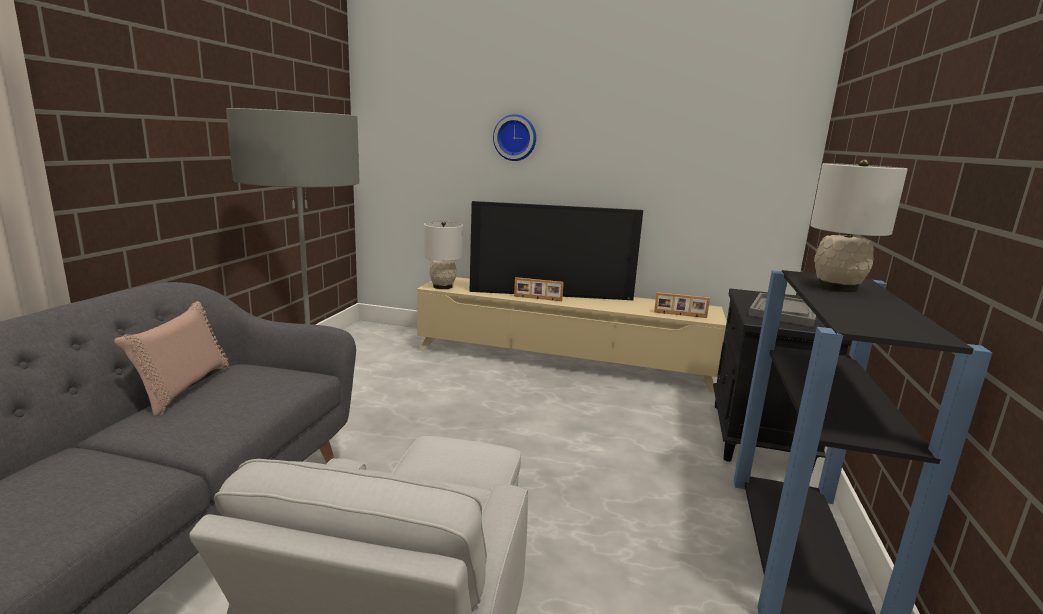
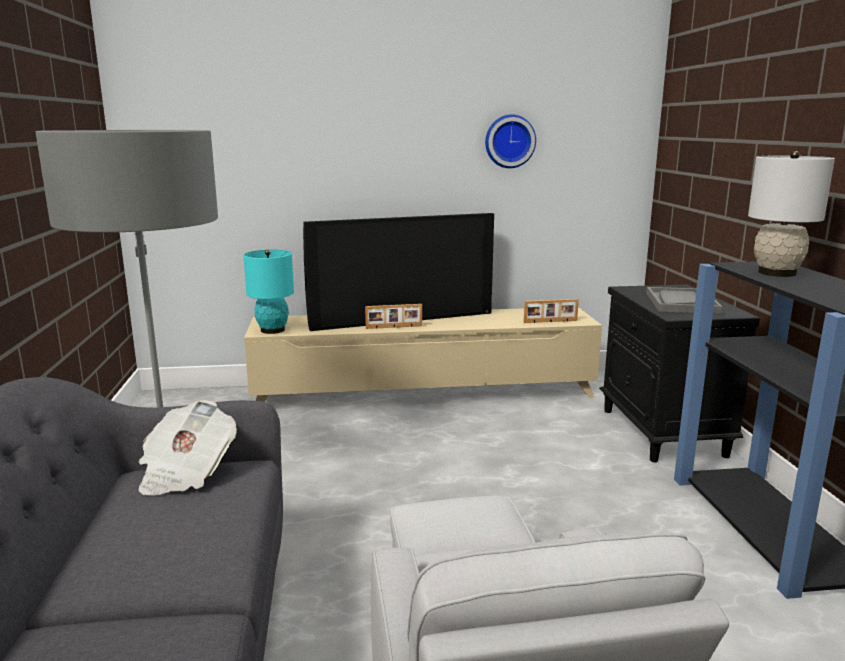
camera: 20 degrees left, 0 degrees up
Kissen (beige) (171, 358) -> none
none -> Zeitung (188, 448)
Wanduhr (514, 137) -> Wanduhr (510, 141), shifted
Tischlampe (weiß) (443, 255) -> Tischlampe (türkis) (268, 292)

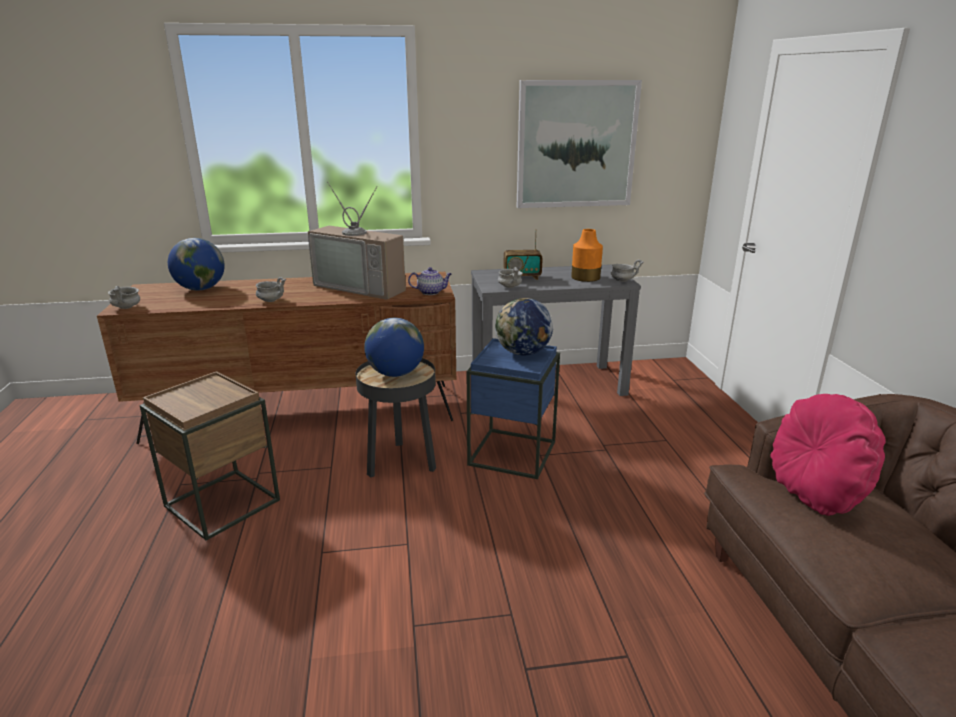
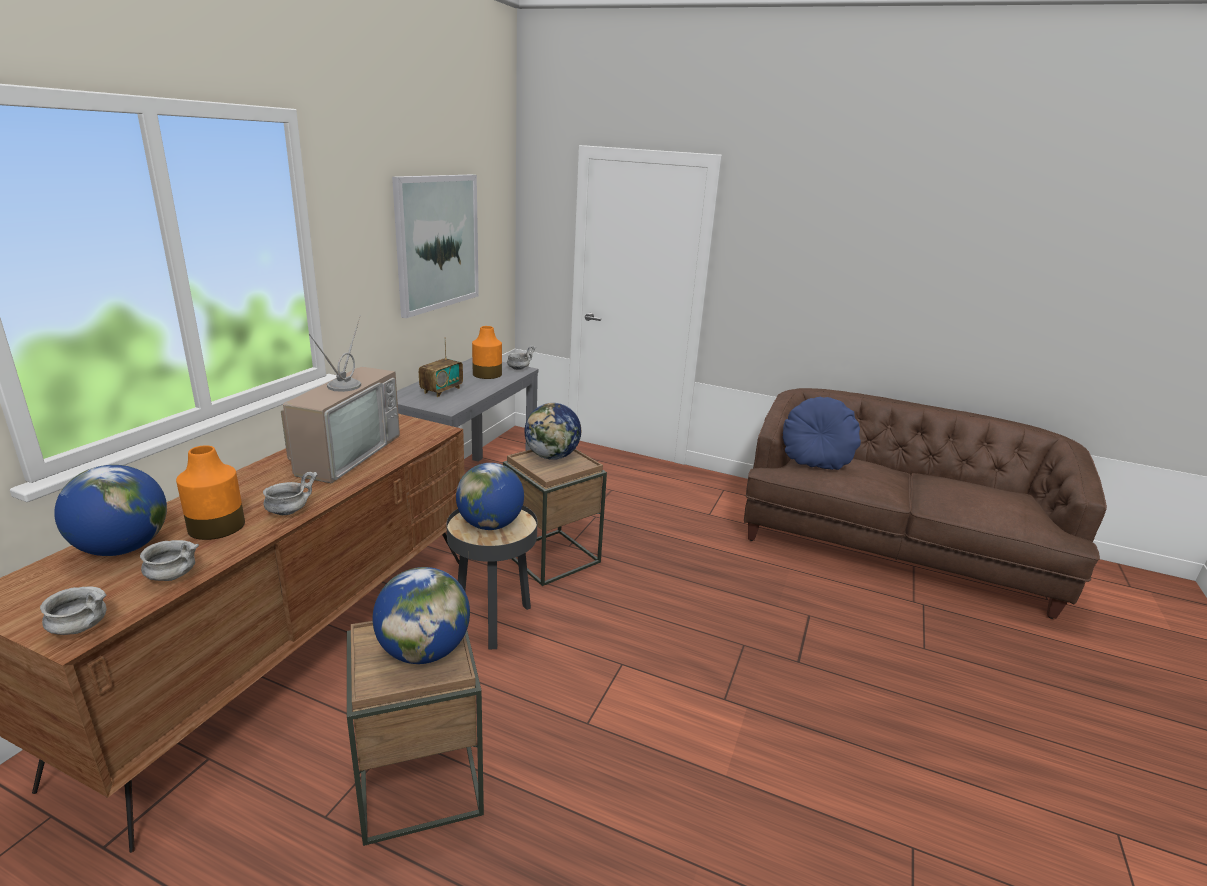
camera: 60 degrees left, 0 degrees up
Teekanne (430, 281) -> none
none -> Vase (orange) (210, 492)
none -> Globus (421, 615)
Schüssel (grau) (510, 277) -> Schüssel (grau) (169, 560), shifted
Beistelltisch (blau) (513, 408) -> Beistelltisch (braun) (555, 517)
Kissen (rosa) (828, 455) -> Kissen (blau) (822, 433)
Fernseher (357, 240) -> Fernseher (340, 399), 45 degrees counterclockwise

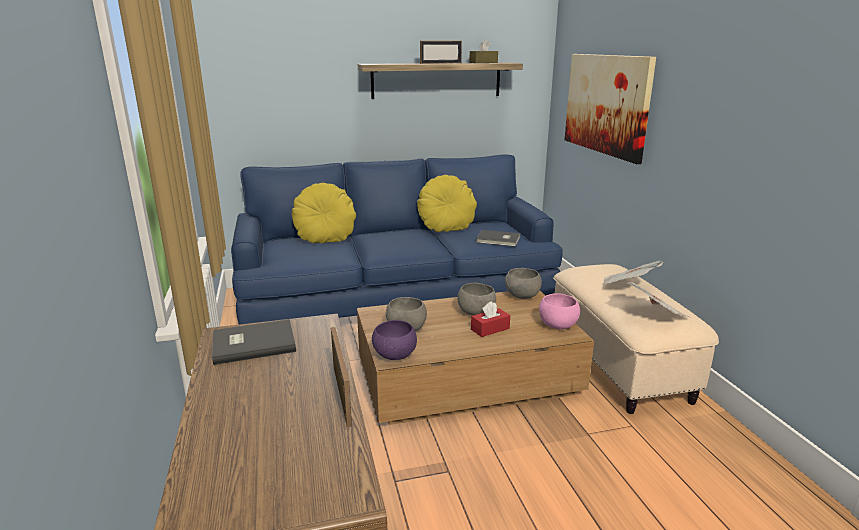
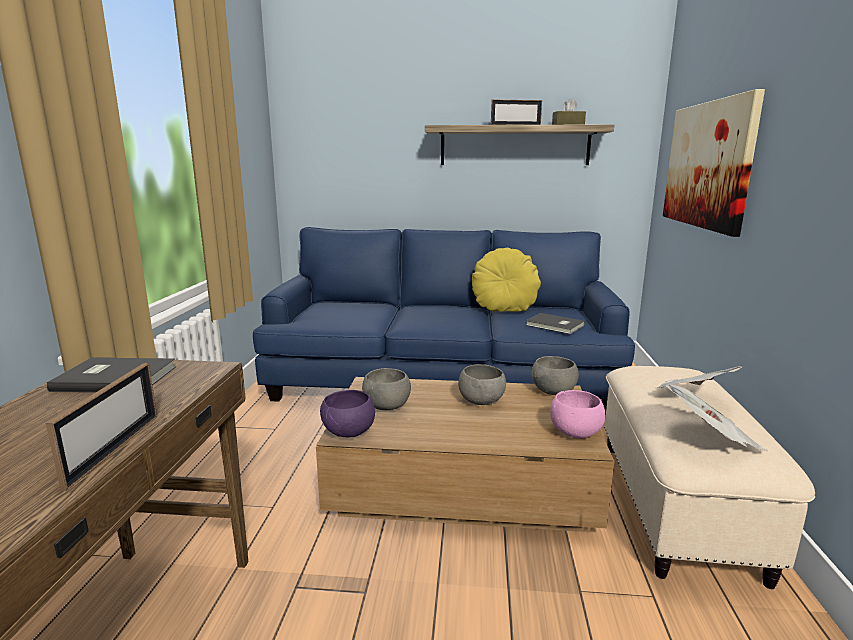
camera: 20 degrees right, 5 degrees down
Kissen (gelb) (324, 213) -> none
Taschentuchbox (rot) (490, 319) -> none

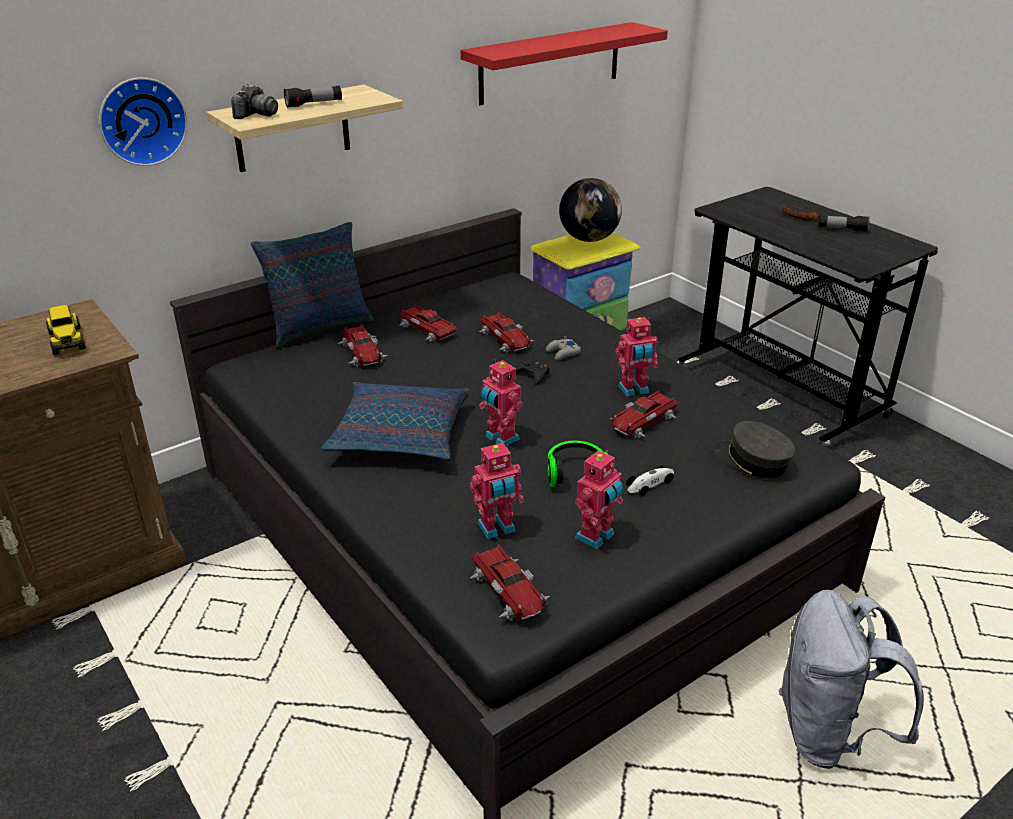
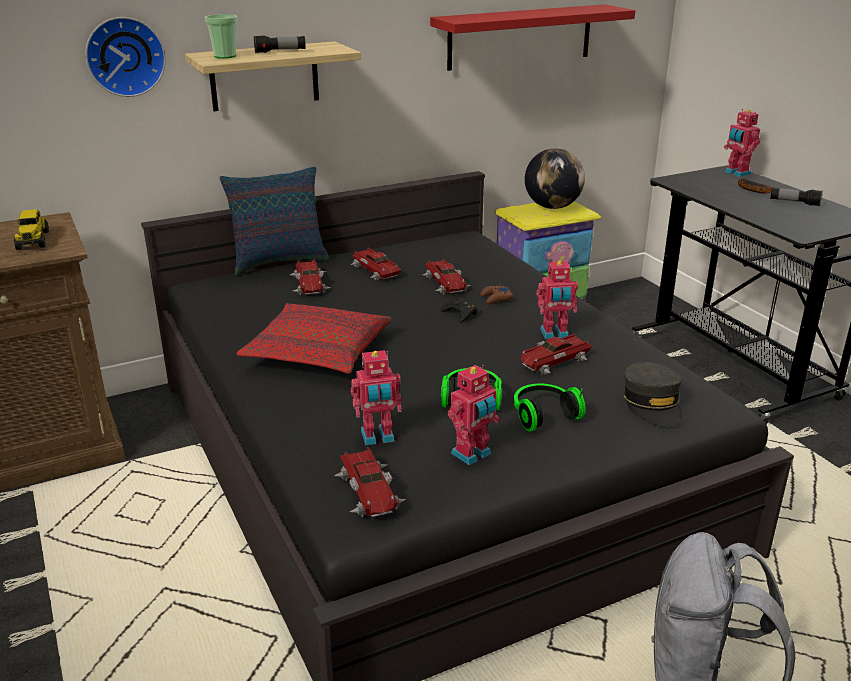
camera: 10 degrees right, 5 degrees down
Spielzeugroboter (501, 402) -> Spielzeugroboter (742, 143), shifted
Kamera (254, 101) -> Tasse (221, 36)
Spielzeugauto (650, 480) -> Kopfhörer (550, 408)
Kissen (blau) (395, 421) -> Kissen (rot) (313, 338)
Gamepad (grau) (563, 348) -> Gamepad (braun) (496, 293)
Kappe (grau) (754, 450) -> Kappe (grau) (653, 394), 150 degrees counterclockwise

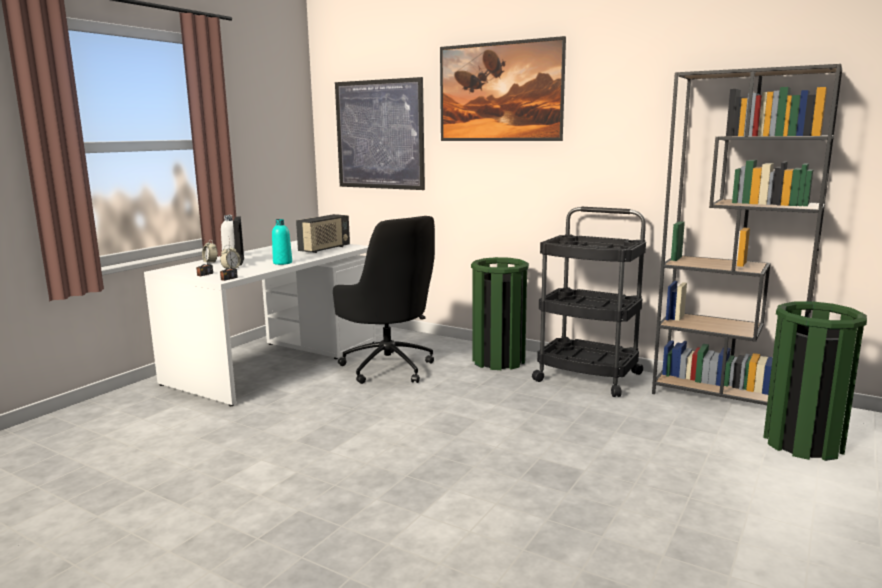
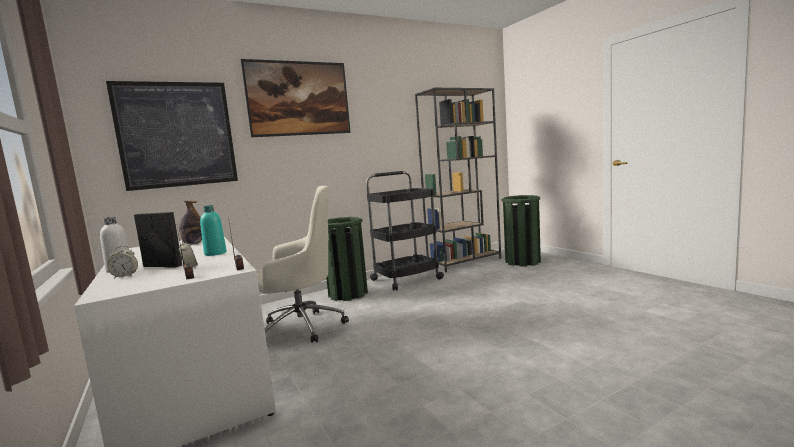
camera: 60 degrees left, 5 degrees down
Radio (323, 233) -> Flasche (190, 222)
Bürostuhl (schwarz) (384, 300) -> Bürostuhl (beige) (303, 264)

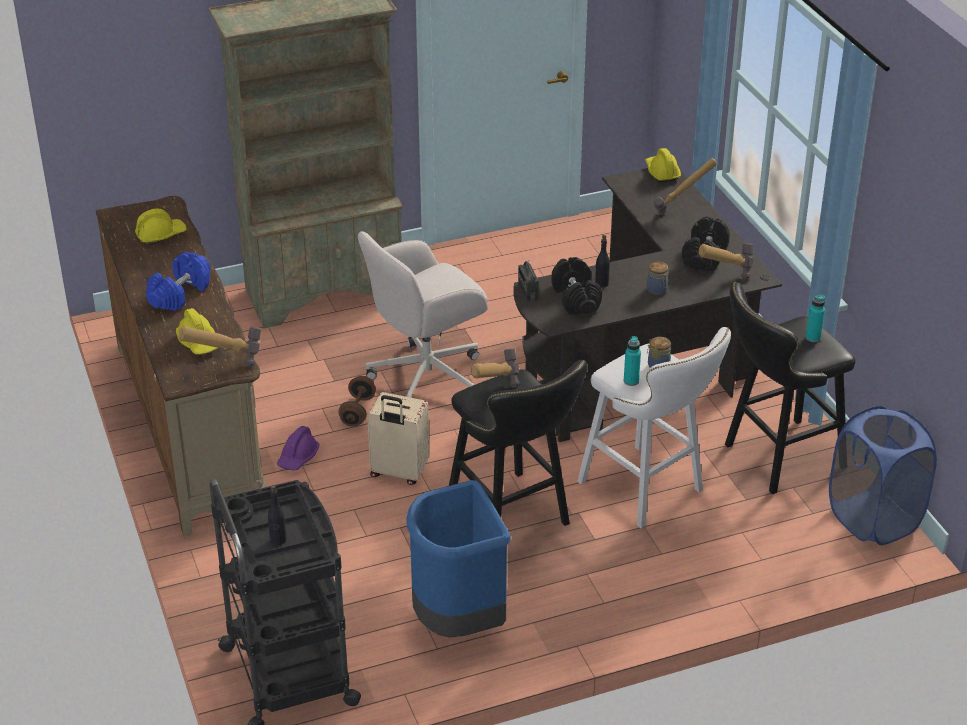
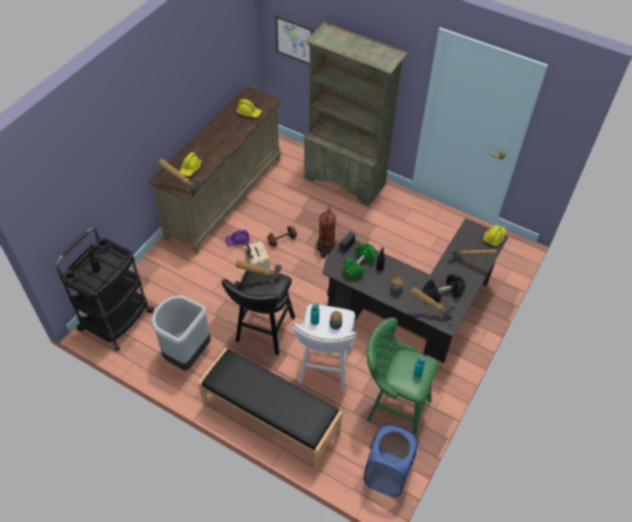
camera: 50 degrees right, 15 degrees up
Hantel (blau) (178, 281) -> none
none -> Bank (schwarz) (270, 410)
none -> Bild (294, 39)
Bürostuhl (weiß) (423, 314) -> Feuerlöscher (326, 232)
Mülleimer (blau) (458, 559) -> Mülleimer (grau) (181, 333)
Hantel (schwarz) (577, 286) -> Hantel (grün) (359, 260)
Hocker (schwarz) (790, 388) -> Hocker (grün) (402, 376)

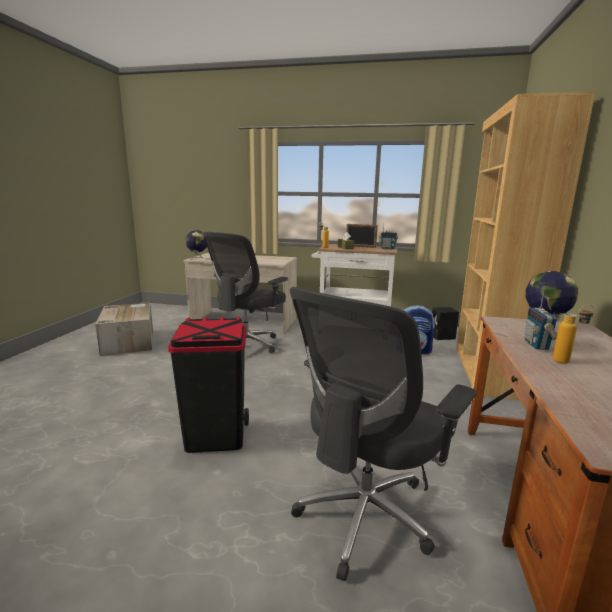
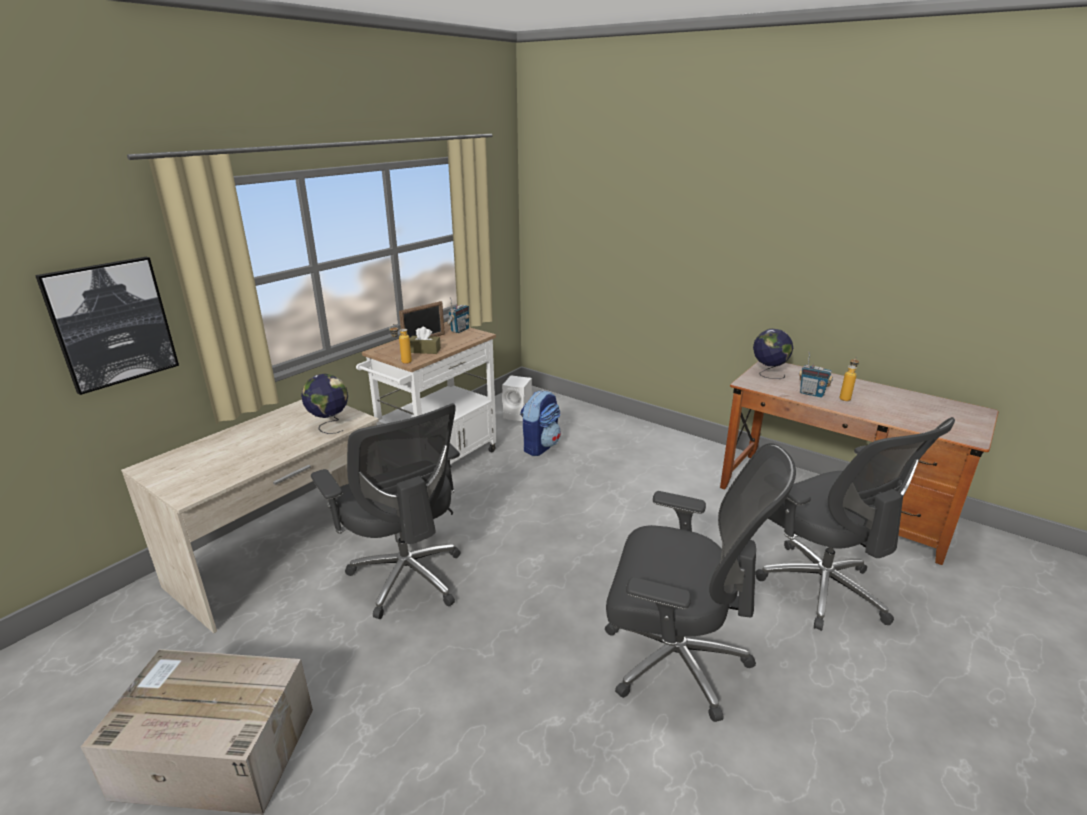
camera: 65 degrees left, 10 degrees up
Bücherregal (braun) (526, 246) -> none
none -> Bild (107, 326)
Globus (196, 245) -> Globus (324, 403), shifted
Mülleimer (schwarz) (208, 385) -> Bürostuhl (700, 582)
Lautsprecher (schwarz) (445, 323) -> Lautsprecher (weiß) (517, 398)

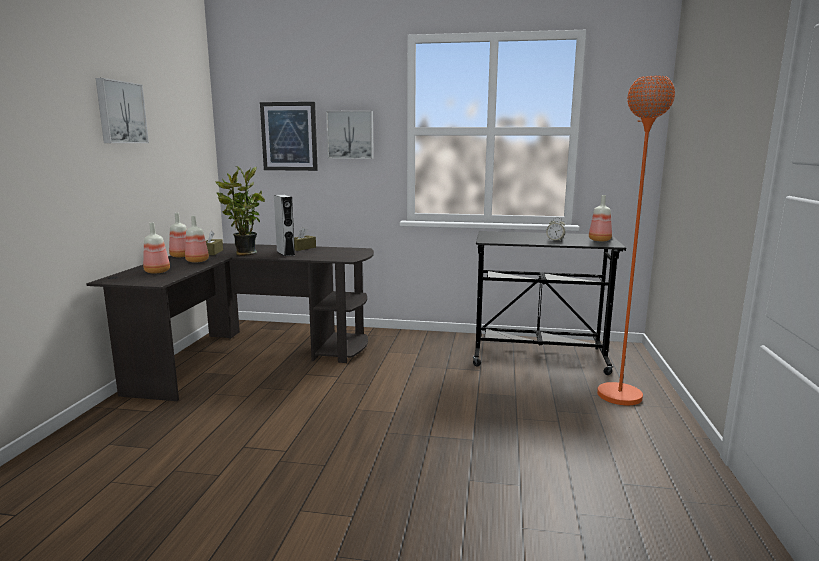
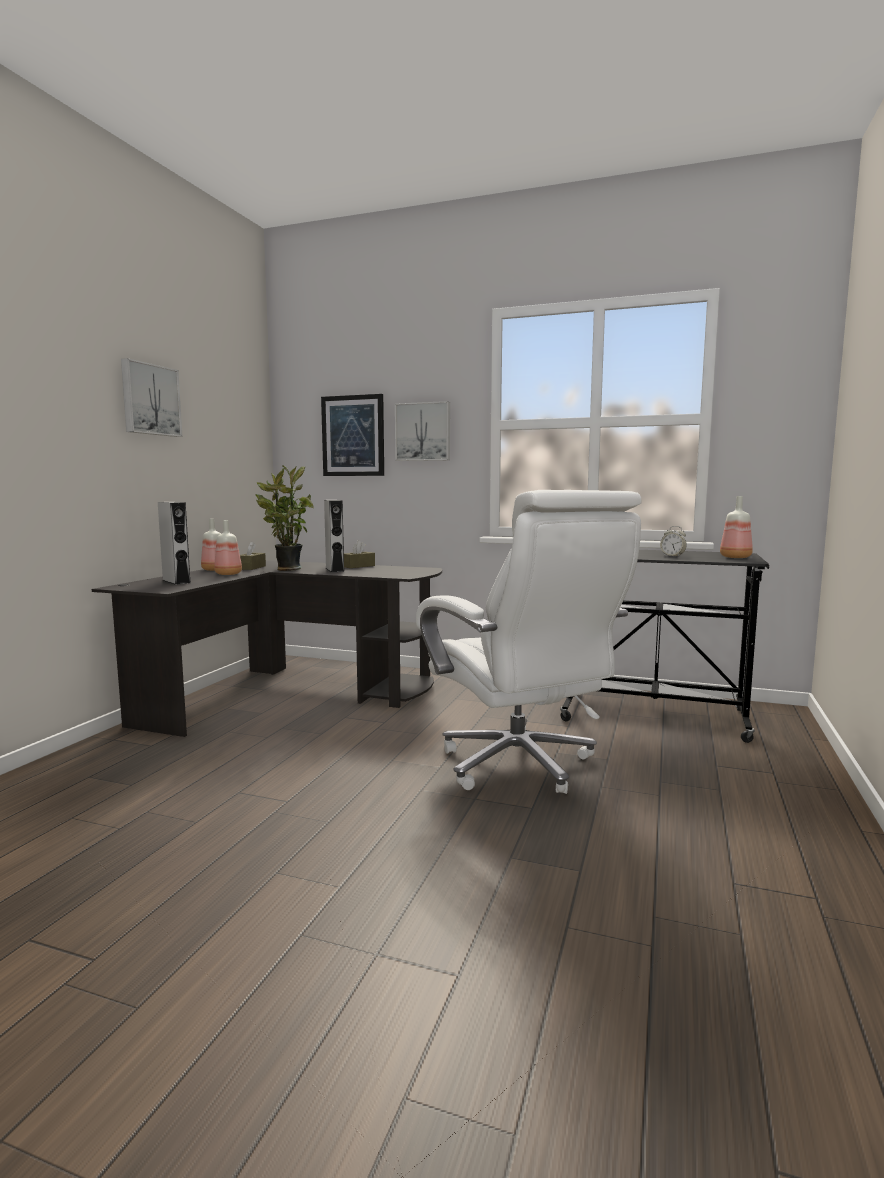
camera: 10 degrees right, 5 degrees down
Stehlampe (orange) (636, 240) -> none
none -> Bürostuhl (weiß) (528, 642)
Flasche (156, 248) -> Lautsprecher (grau) (174, 543)

